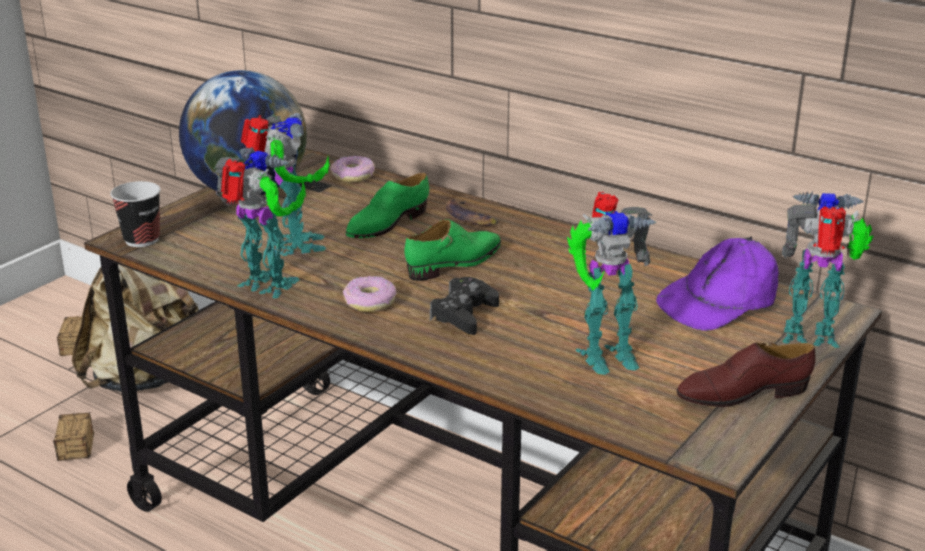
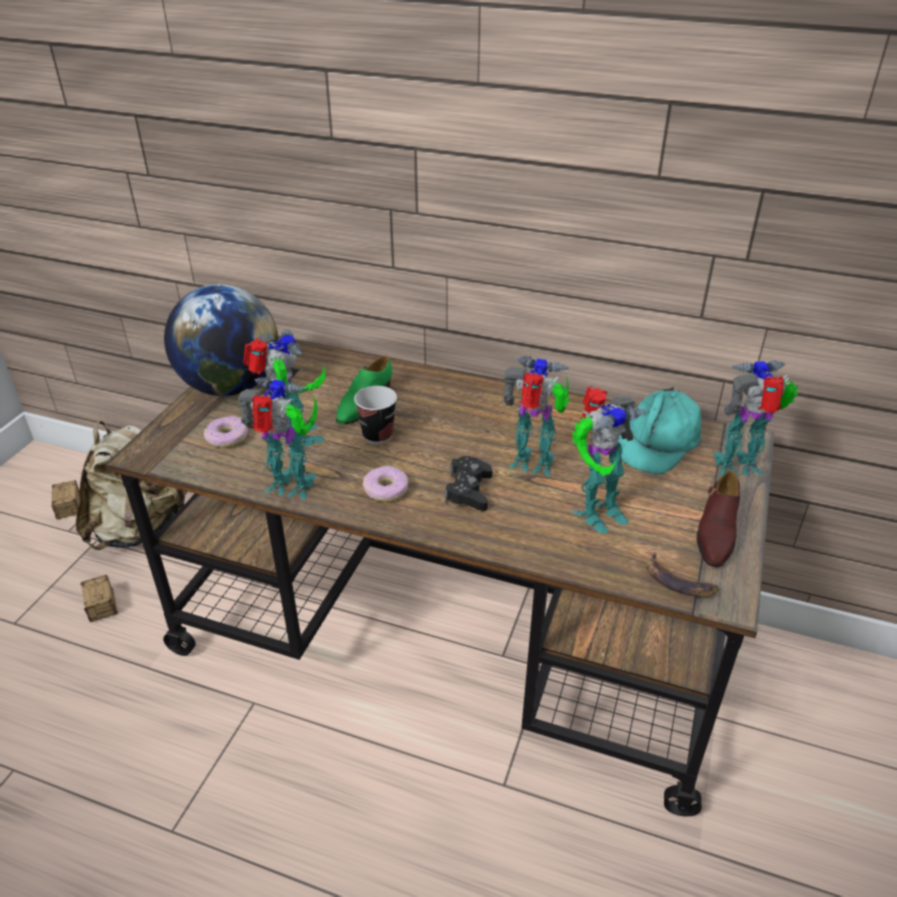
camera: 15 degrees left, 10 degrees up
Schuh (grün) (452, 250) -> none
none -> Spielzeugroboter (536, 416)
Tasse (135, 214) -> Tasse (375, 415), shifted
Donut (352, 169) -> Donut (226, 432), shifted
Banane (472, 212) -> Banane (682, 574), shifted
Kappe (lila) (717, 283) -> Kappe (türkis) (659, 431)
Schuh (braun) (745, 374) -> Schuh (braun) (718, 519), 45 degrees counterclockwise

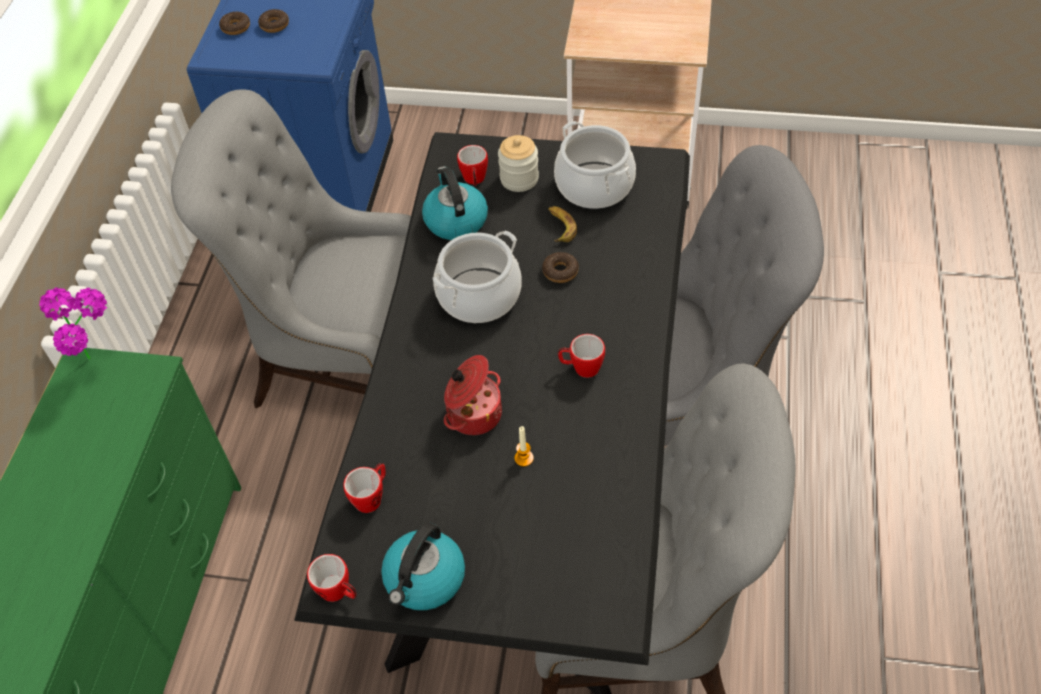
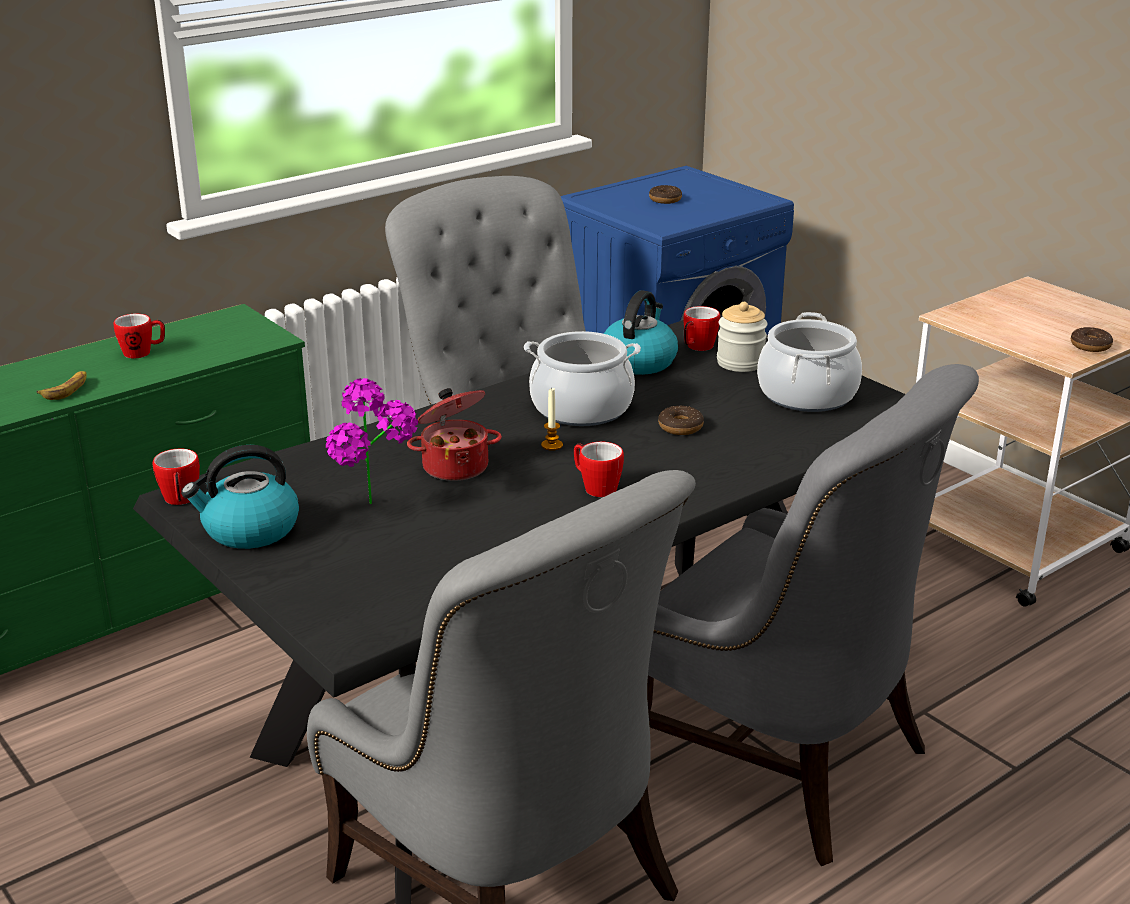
camera: 40 degrees right, 25 degrees down
Topfpflanze (73, 324) -> Topfpflanze (372, 441), shifted
Donut (234, 23) -> Donut (1092, 339), shifted
Henkelbecher (364, 488) -> Henkelbecher (139, 336), shifted
Kerze (524, 446) -> Kerze (552, 419), shifted
Banane (562, 224) -> Banane (61, 385), shifted

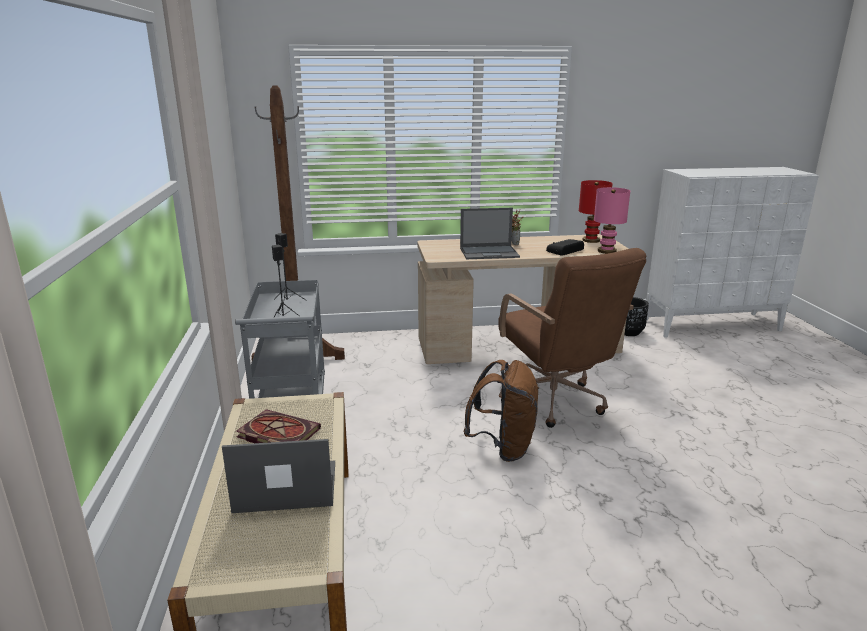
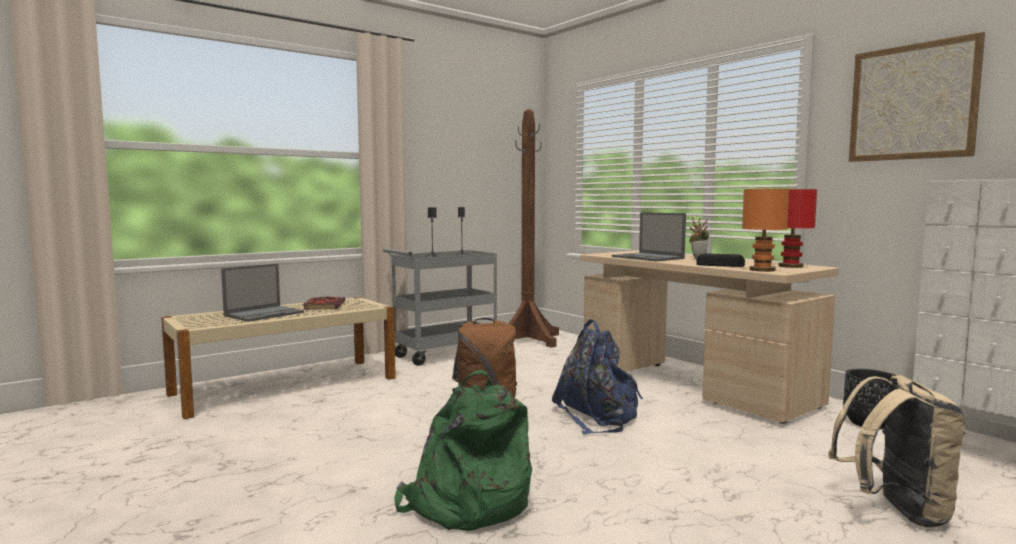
camera: 60 degrees right, 15 degrees down
none -> Rucksack (grün) (463, 450)
none -> Rucksack (beige) (897, 451)
none -> Bild (917, 97)
Bürostuhl (braun) (572, 338) -> Rucksack (blau) (597, 376)
Tischlampe (rosa) (612, 220) -> Tischlampe (orange) (765, 230)
Laptop (278, 476) -> Laptop (262, 293), 75 degrees clockwise

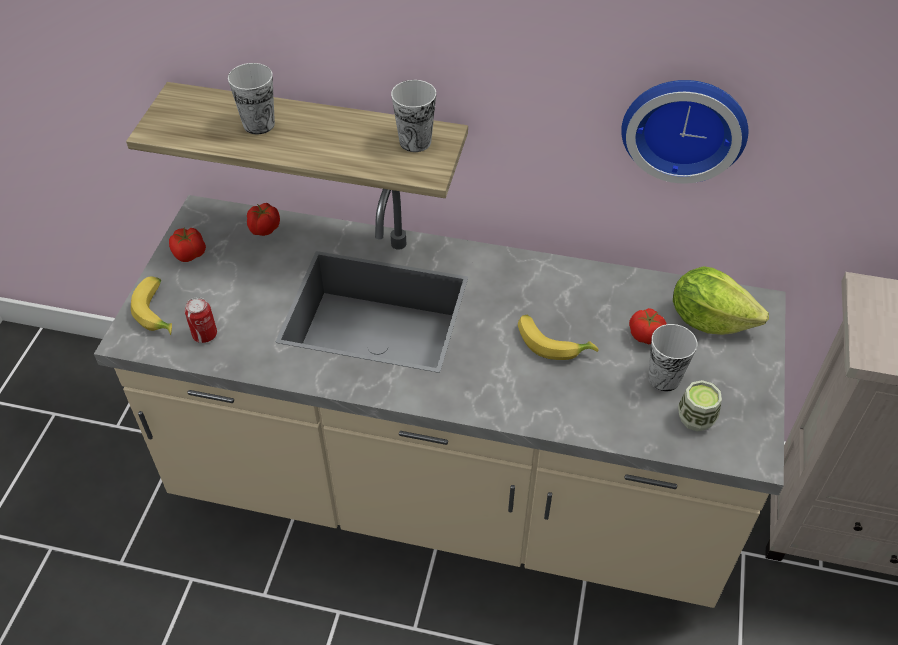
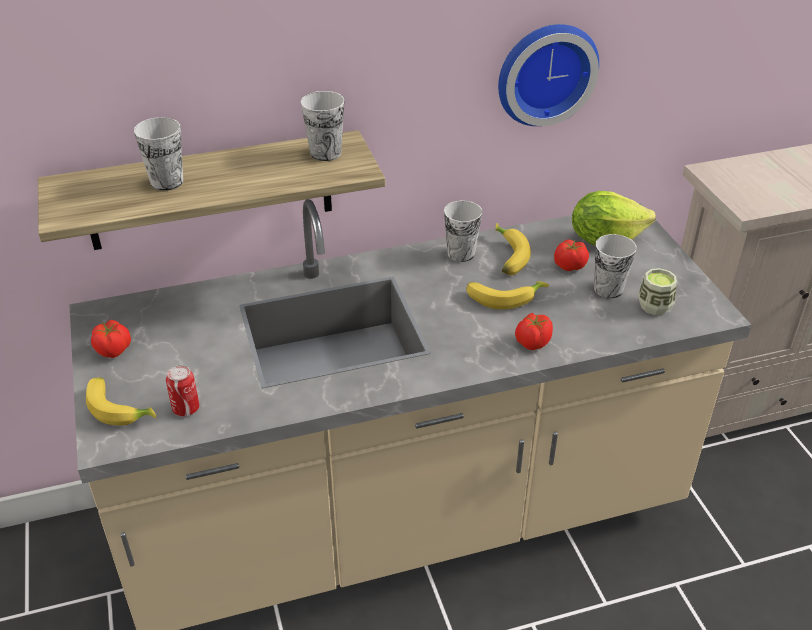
camera: 30 degrees left, 10 degrees down
none -> Tasse (463, 231)
none -> Banane (513, 249)
Tomate (263, 219) -> Tomate (534, 331), shifted

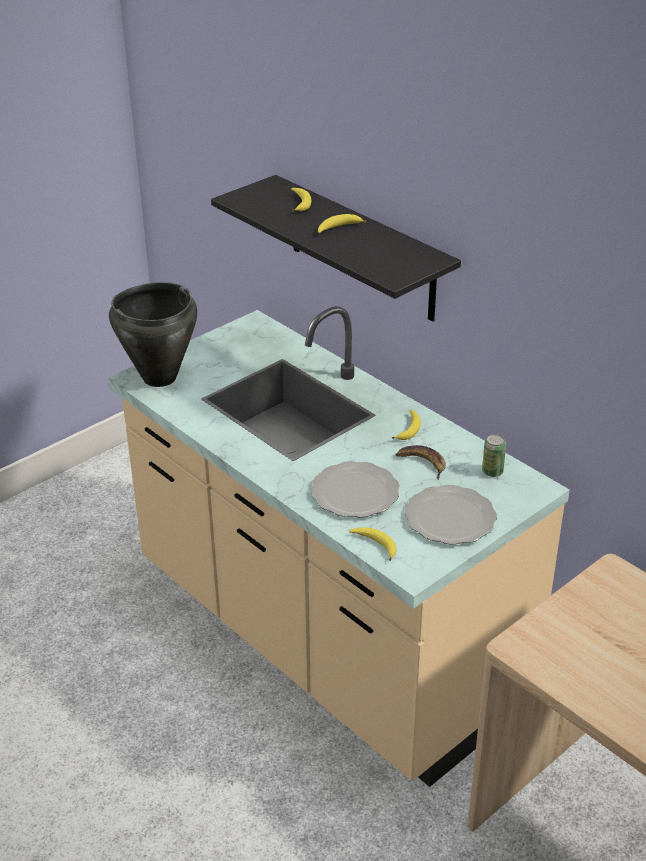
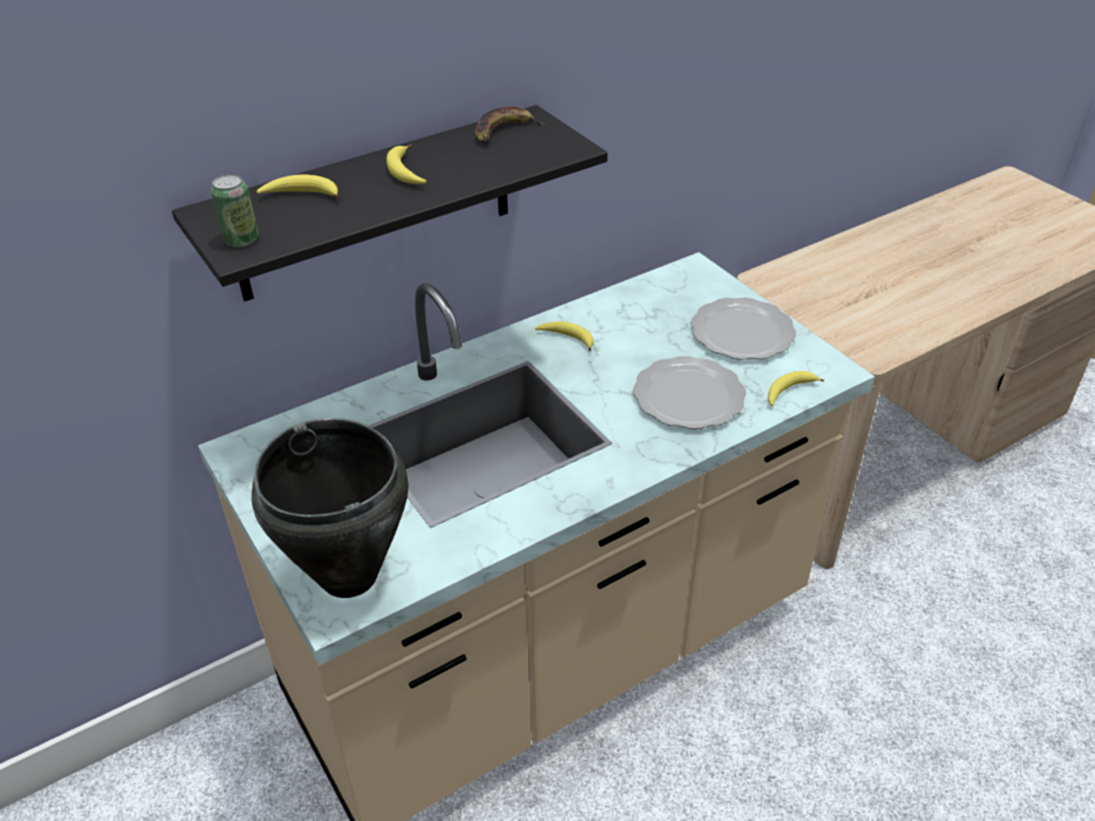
camera: 80 degrees left, 5 degrees up
Banane (421, 462) -> Banane (511, 124), shifted
Dose (494, 455) -> Dose (234, 210), shifted

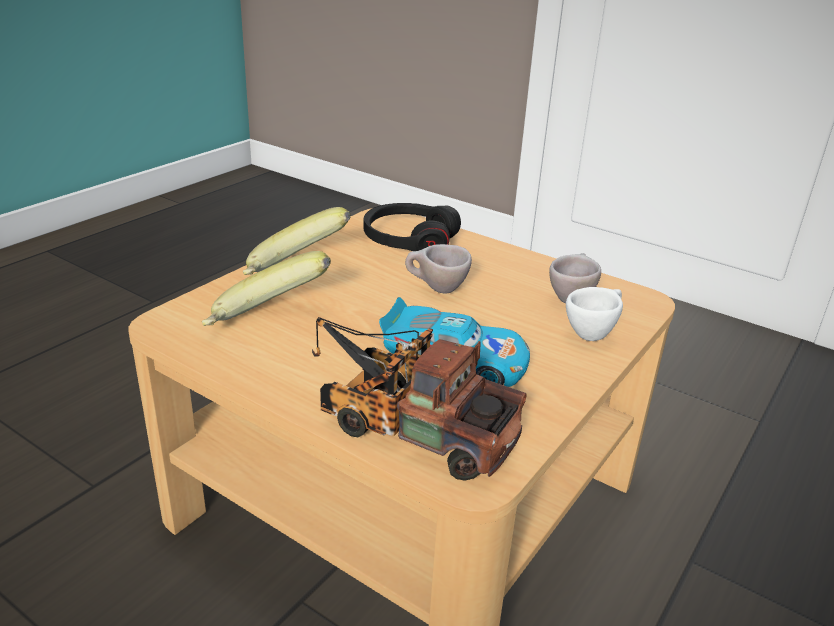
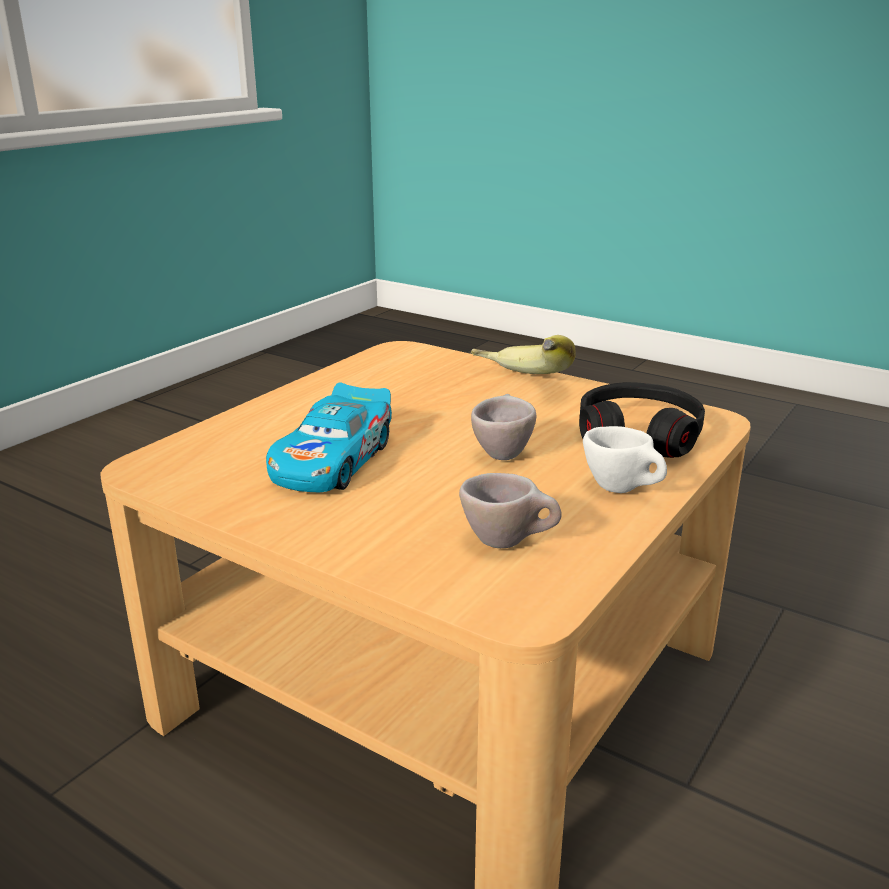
camera: 90 degrees right, 5 degrees down
Banane (266, 288) -> none
Spielzeuglaster (419, 399) -> none
Tasse (weiß) (594, 314) -> Tasse (weiß) (625, 459), shifted

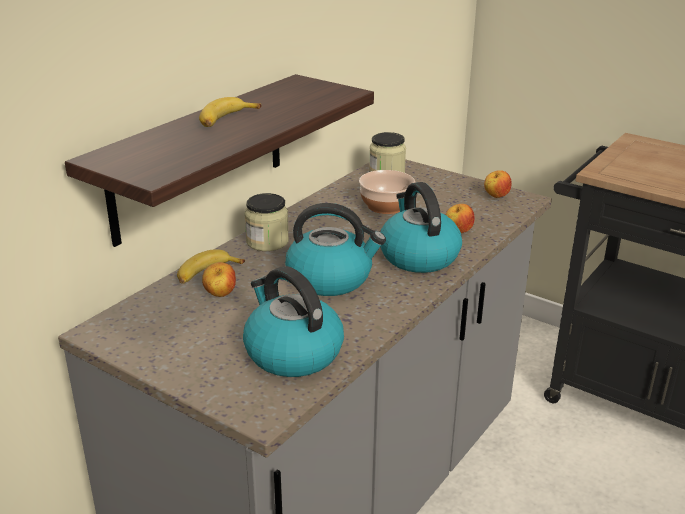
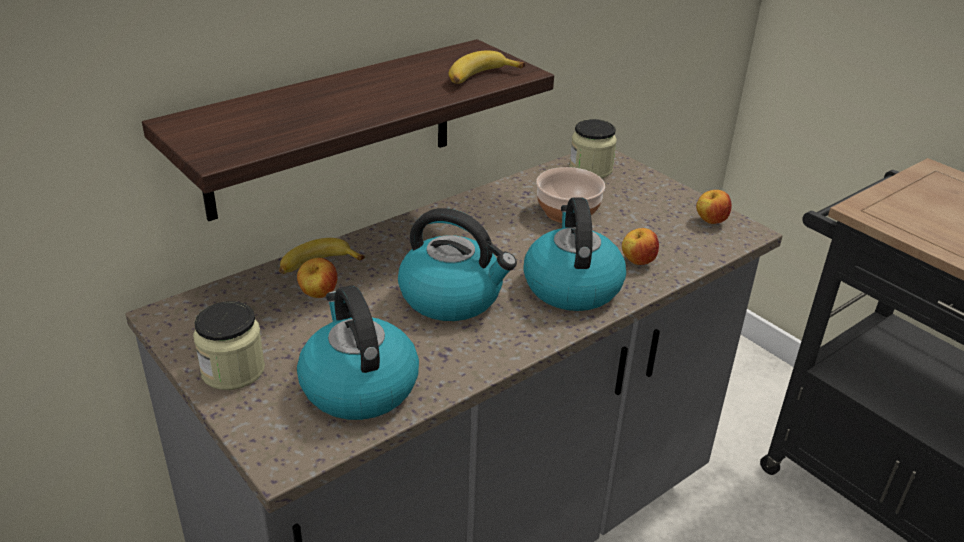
camera: 15 degrees right, 5 degrees up
Banane (230, 112) -> Banane (487, 67), shifted
Vorratsglas (267, 222) -> Vorratsglas (229, 345), shifted

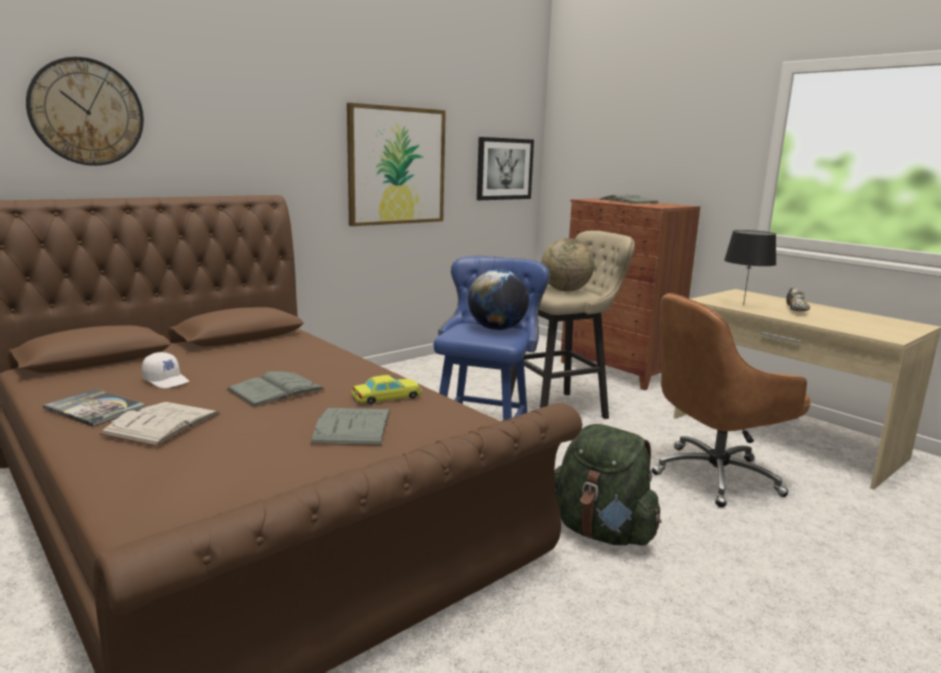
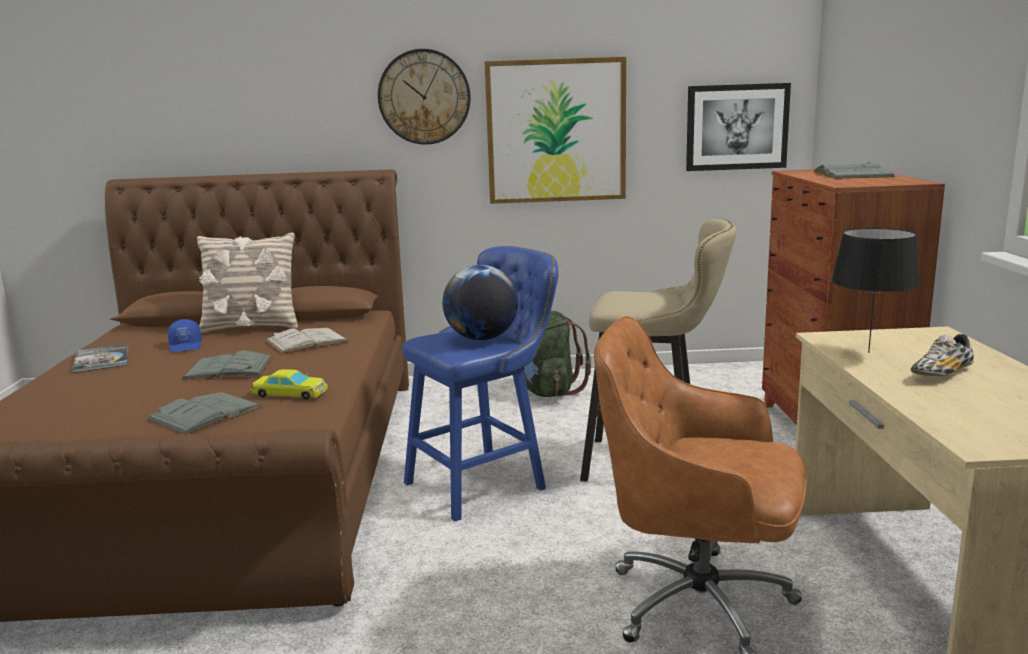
camera: 40 degrees right, 0 degrees up
Globus (567, 265) -> none
none -> Kissen (beige) (247, 283)
Wanduhr (85, 111) -> Wanduhr (424, 97), shifted
Buch (weiß) (159, 424) -> Buch (weiß) (307, 341), shifted
Rucksack (grün) (608, 484) -> Rucksack (grün) (557, 354), shifted
Kappe (weiß) (165, 370) -> Kappe (blau) (185, 335)

